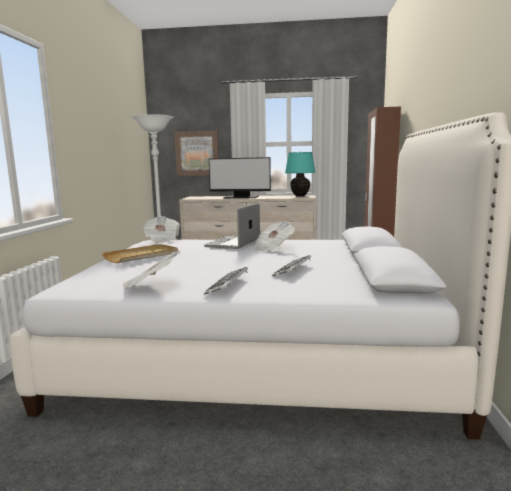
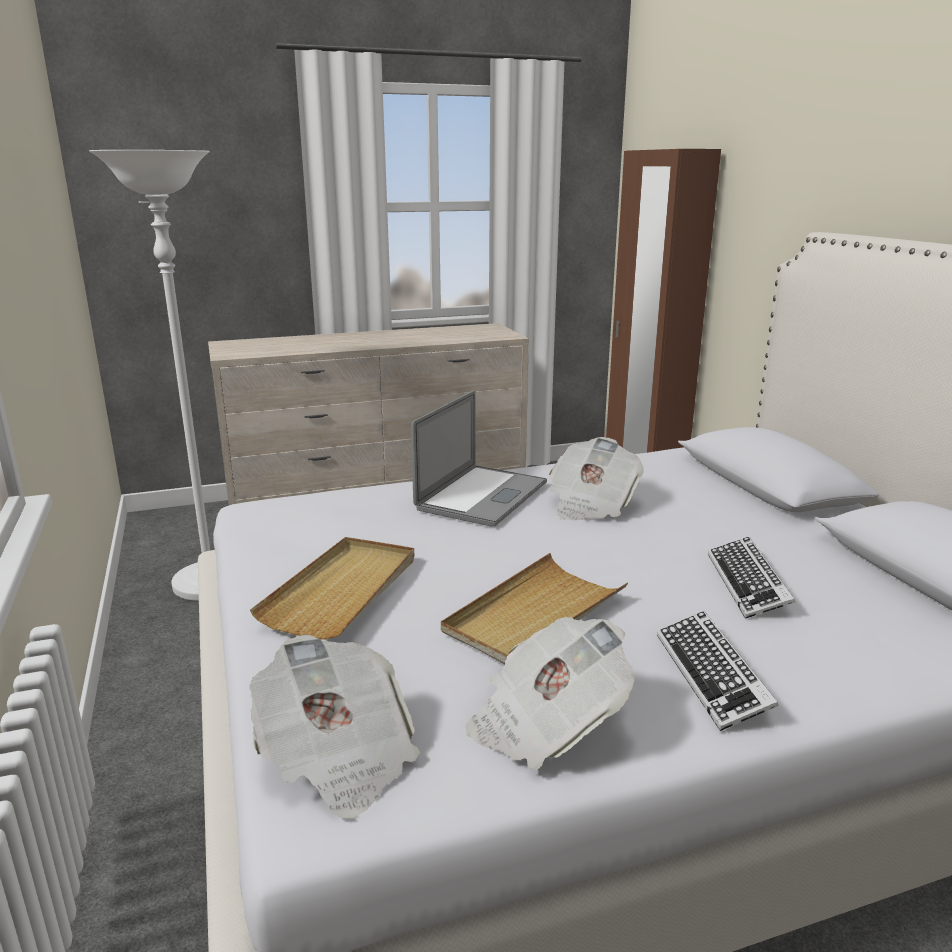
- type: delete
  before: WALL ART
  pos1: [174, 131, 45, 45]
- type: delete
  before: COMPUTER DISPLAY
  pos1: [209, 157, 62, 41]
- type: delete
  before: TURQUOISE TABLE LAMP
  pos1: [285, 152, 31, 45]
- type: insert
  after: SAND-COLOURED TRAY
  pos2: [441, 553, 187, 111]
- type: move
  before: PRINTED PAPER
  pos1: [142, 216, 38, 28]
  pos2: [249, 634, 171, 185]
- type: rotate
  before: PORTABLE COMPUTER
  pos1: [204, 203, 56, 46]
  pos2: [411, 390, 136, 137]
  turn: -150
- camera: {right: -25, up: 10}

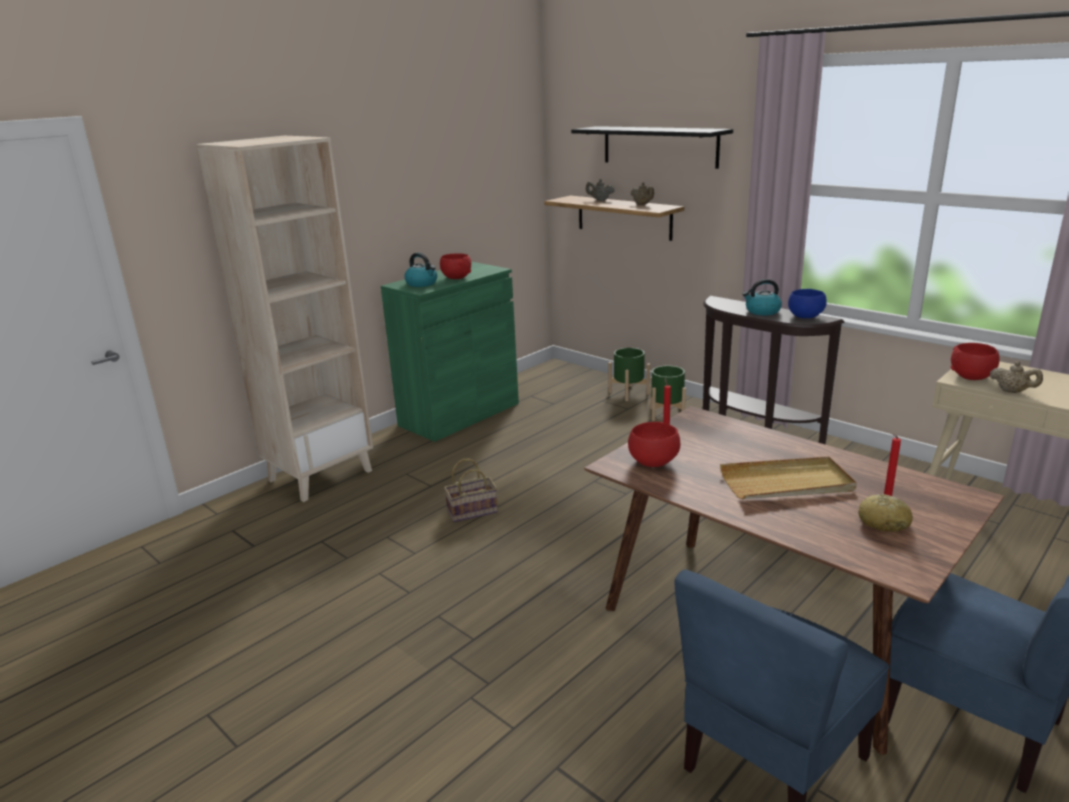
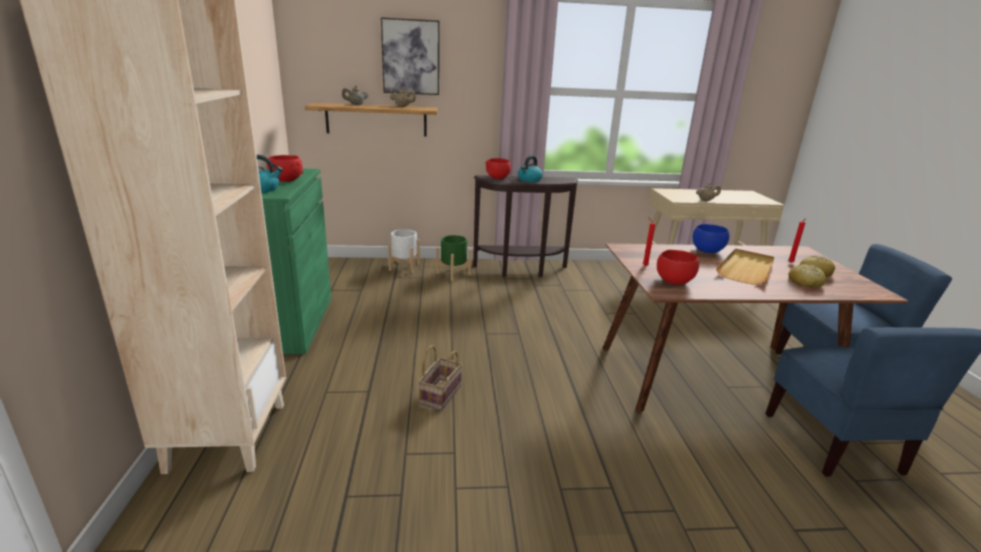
- type: insert
  after: BREAD
  pos2: [788, 264, 38, 24]
- type: move
  before: BLUE-COLOURED BOWL
  pos1: [788, 289, 39, 29]
  pos2: [693, 224, 36, 29]
- type: move
  before: RED BOWL
  pos1: [951, 343, 49, 37]
  pos2: [485, 158, 26, 21]
- type: replace
  before: BLACK WALL SHELF
  after: WALL ART
  pos1: [571, 126, 162, 43]
  pos2: [381, 17, 58, 78]
- type: recolor
  before: GREEN-COLOURED PLANTER
  after: WHITE PLANTER
  pos1: [608, 348, 42, 53]
  pos2: [388, 229, 32, 44]
- camera: {right: -50, up: 0}

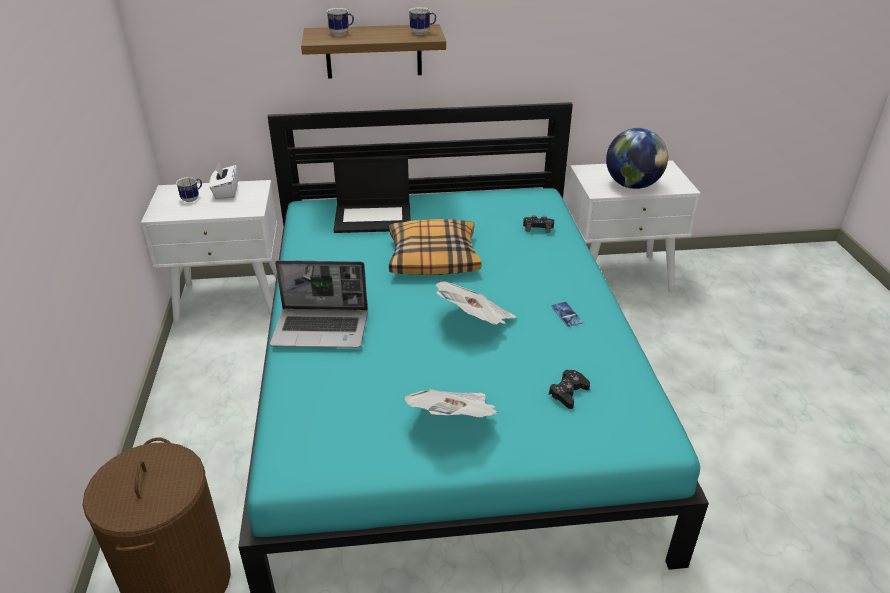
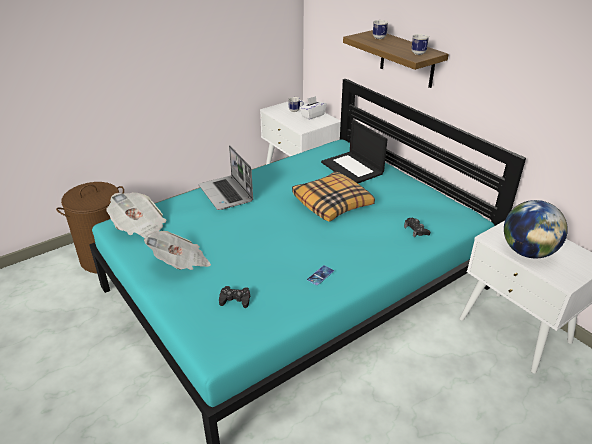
- type: move
  before: PRINTED PAPER
  pos1: [435, 281, 81, 44]
  pos2: [106, 192, 60, 46]
- camera: {right: 60, up: 0}

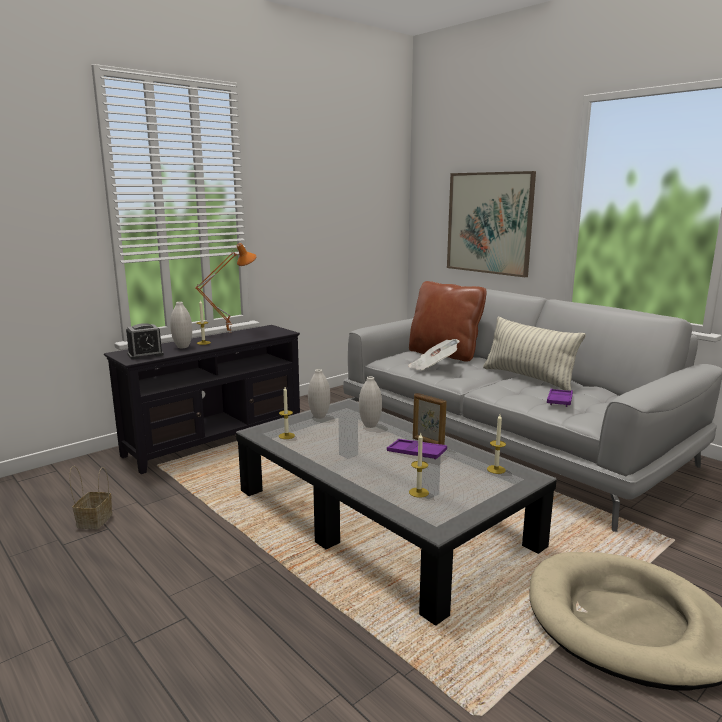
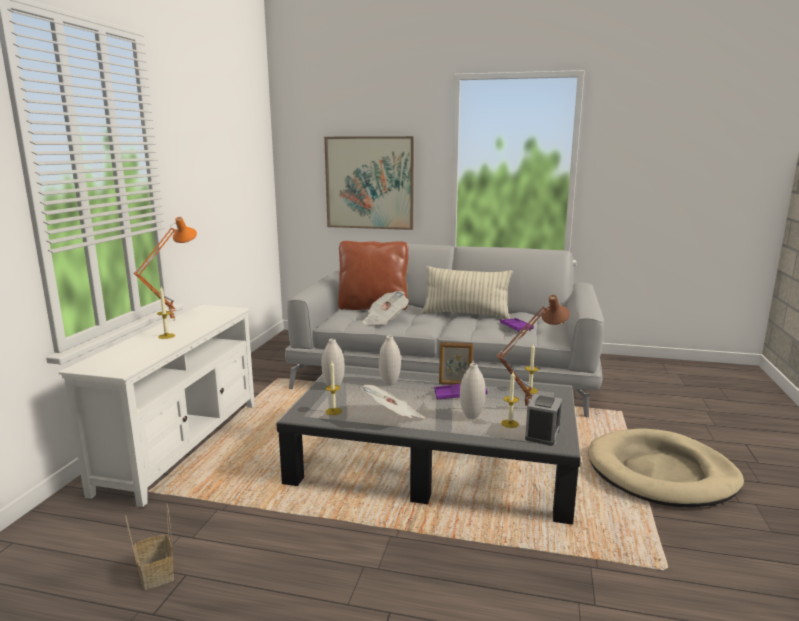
- type: insert
  after: PRINTED PAPER
  pos2: [359, 385, 67, 33]
- type: insert
  after: BROWN-COLOURED TABLE LAMP
  pos2: [496, 295, 74, 114]
- type: move
  before: TABLE CLOCK
  pos1: [126, 323, 38, 37]
  pos2: [525, 394, 37, 51]
- type: move
  before: WHITE FLOWER VASE
  pos1: [170, 302, 22, 46]
  pos2: [460, 363, 26, 56]
- type: recolor
  before: BLACK TV STAND
  after: WHITE TV STAND
  pos1: [104, 325, 196, 149]
  pos2: [59, 305, 196, 202]
- camera: {right: -35, up: 0}

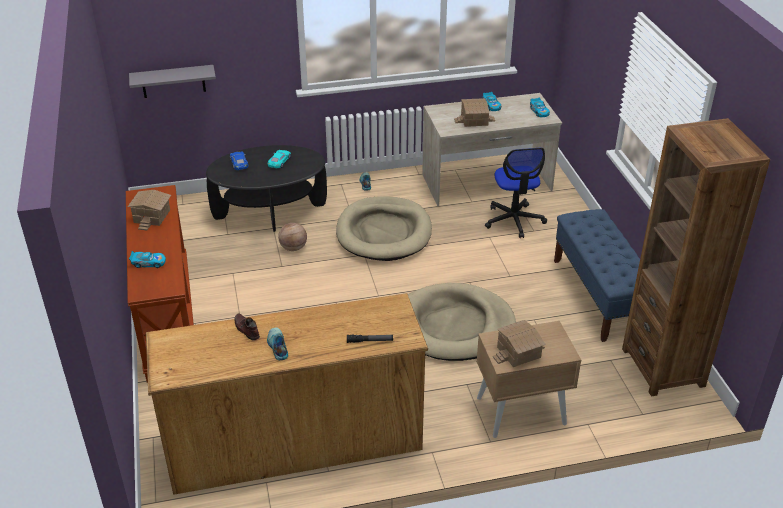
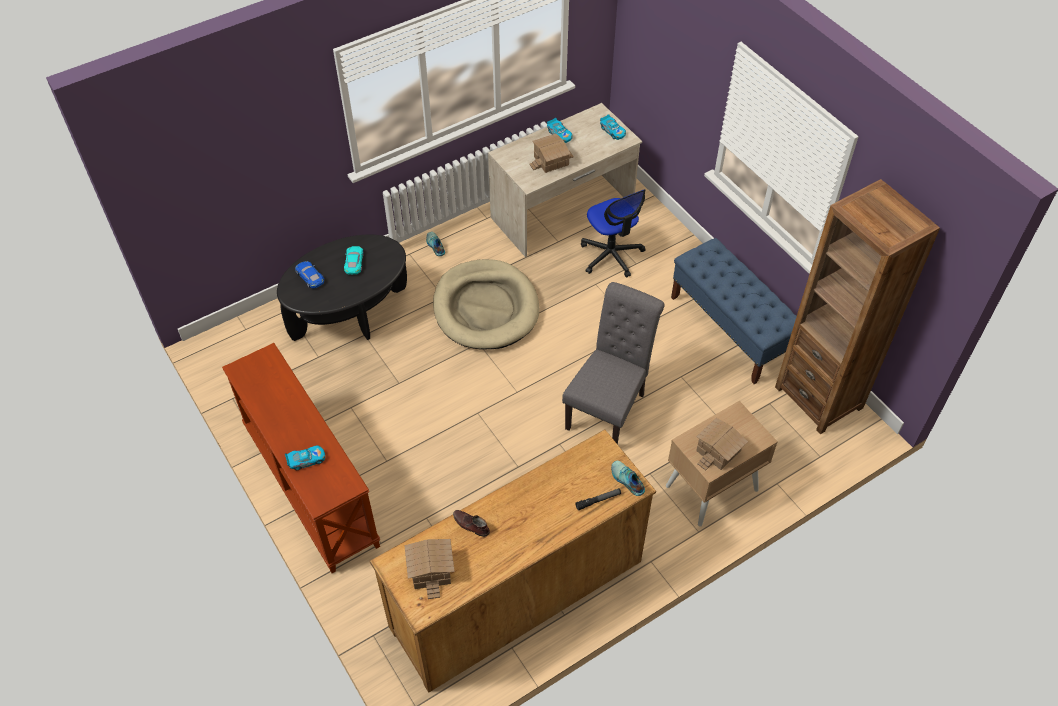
- type: delete
  before: GRAY WALL SHELF
  pos1: [129, 65, 87, 33]
- type: delete
  before: BALL FOR BASKETBALL
  pos1: [278, 223, 29, 28]
- type: move
  before: MODEL HOUSE
  pos1: [127, 190, 44, 40]
  pos2: [405, 539, 50, 60]
- type: move
  before: SHOE
  pos1: [267, 328, 21, 32]
  pos2: [611, 461, 34, 35]
- type: replace
  before: SAND-COLOURED DOG CUSHION
  after: GRAY PLAIN CHAIR
  pos1: [408, 283, 108, 78]
  pos2: [562, 282, 103, 162]
- camera: {right: -20, up: 15}

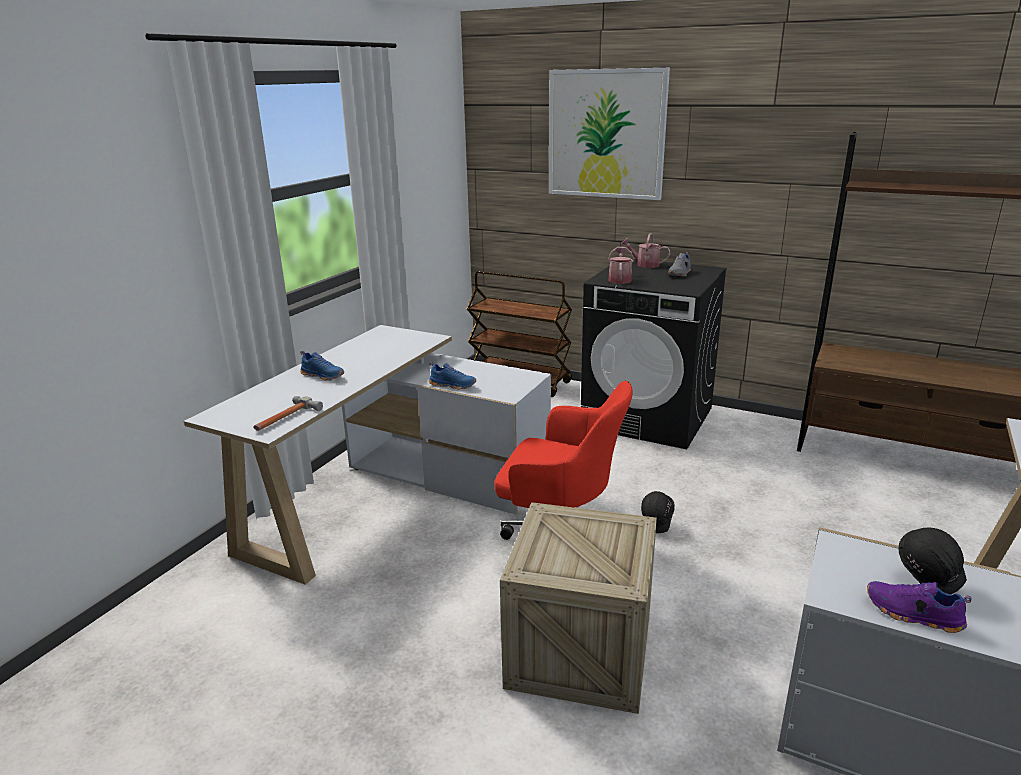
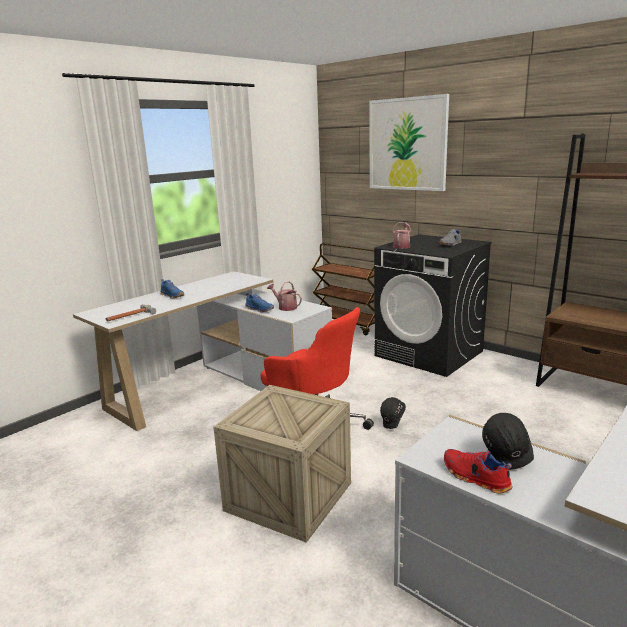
- type: move
  before: WATERING POT
  pos1: [621, 233, 50, 35]
  pos2: [267, 281, 35, 30]
- type: recolor
  before: PURPLISH SHOE
  after: RED SHOE
  pos1: [867, 581, 104, 52]
  pos2: [444, 449, 68, 45]
- camera: {right: 15, up: -5}

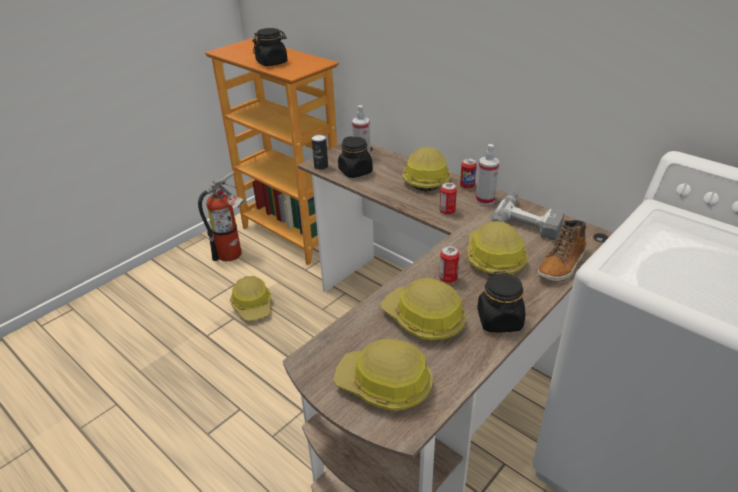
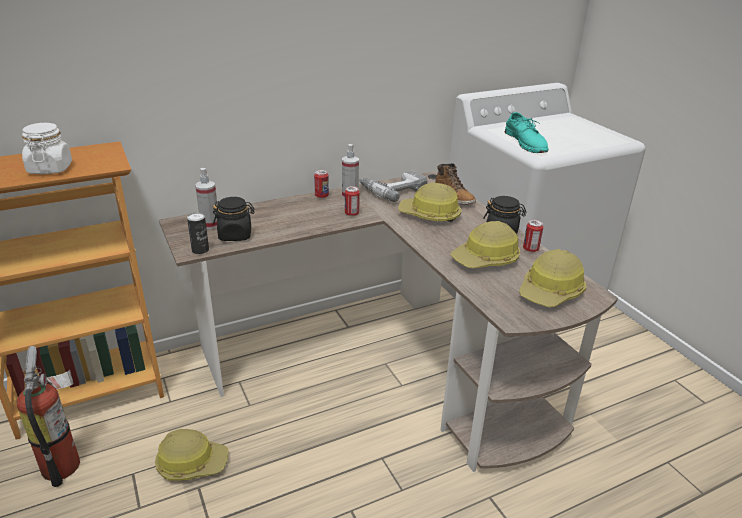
- type: delete
  before: WORK HELMET
  pos1: [402, 147, 48, 45]
- type: insert
  after: TURQUOISE SHOE
  pos2: [505, 112, 44, 41]
- type: move
  before: CAN
  pos1: [439, 246, 20, 37]
  pos2: [523, 220, 20, 32]
- type: recolor
  before: BLACK STORAGE JAR
  after: WHITE STORAGE JAR
  pos1: [253, 28, 34, 38]
  pos2: [22, 123, 50, 51]
- camera: {right: -70, up: -5}

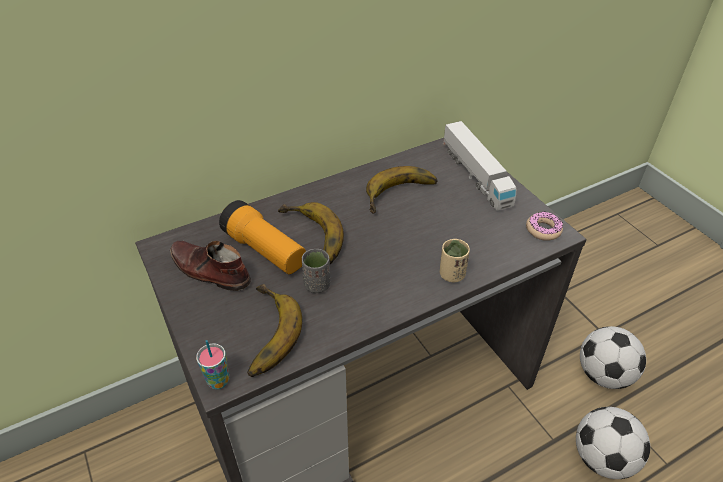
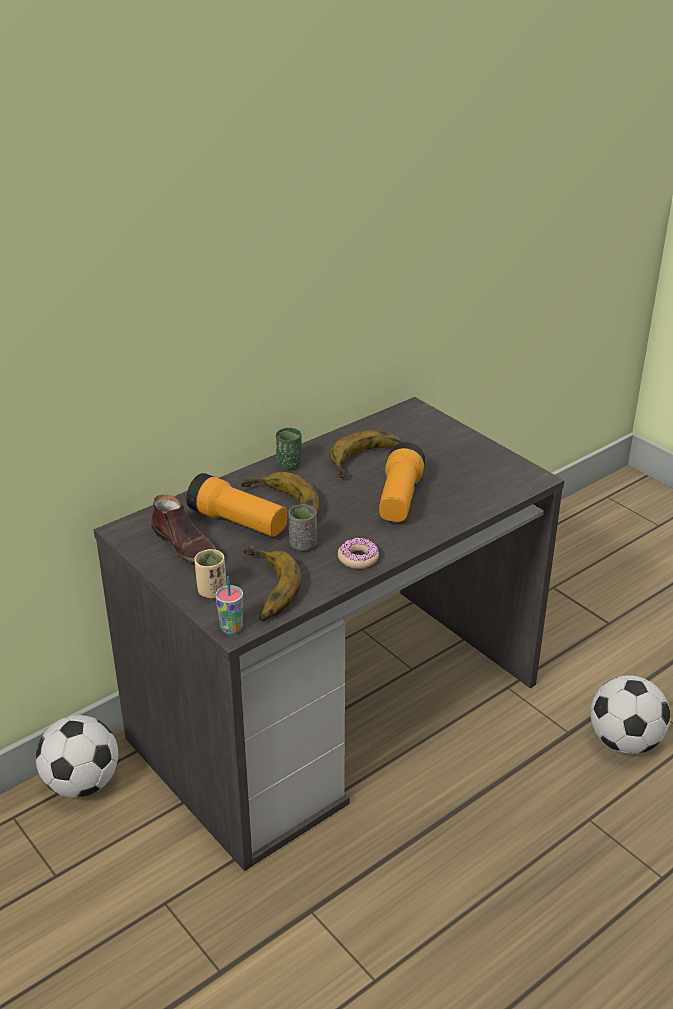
- type: delete
  before: MODEL TRUCK
  pos1: [443, 121, 73, 90]
- type: insert
  after: GREEN-COLOURED SMALL CUP
  pos2: [276, 428, 26, 42]
- type: insert
  after: FLASHLIGHT
  pos2: [379, 442, 46, 80]
- type: move
  before: SAND-COLOURED SMALL CUP
  pos1: [440, 239, 30, 43]
  pos2: [194, 549, 33, 49]
- type: move
  before: DONUT
  pos1: [526, 211, 37, 30]
  pos2: [338, 537, 41, 32]
- type: move
  before: FOOTBALL BALL
  pos1: [580, 326, 66, 63]
  pos2: [36, 715, 82, 83]
- type: rotate
  before: BROWN-COLOURED SHOE
  pos1: [170, 241, 81, 50]
  pos2: [151, 494, 65, 69]
  turn: -150
- camera: {right: -10, up: -10}

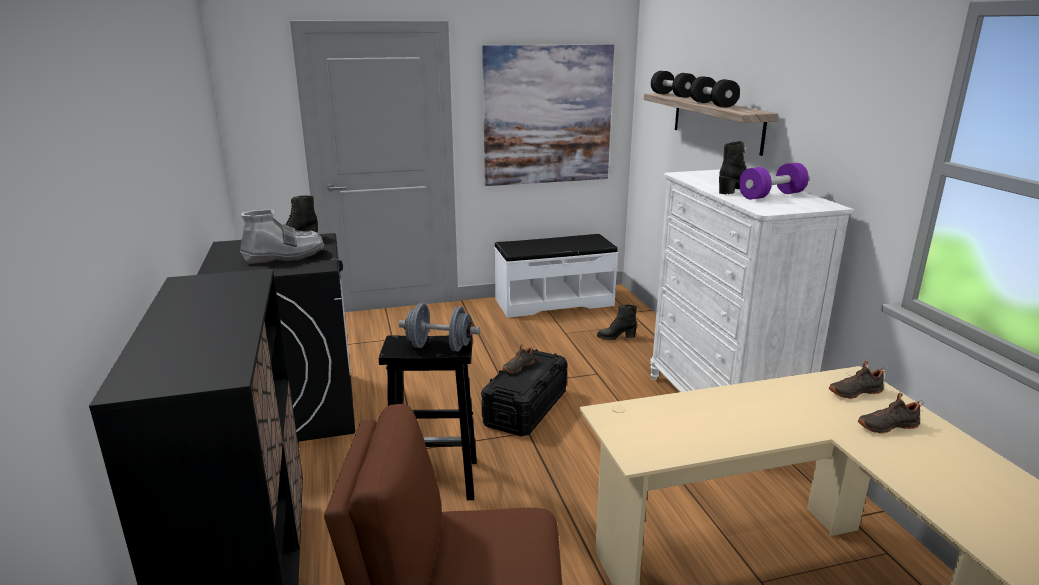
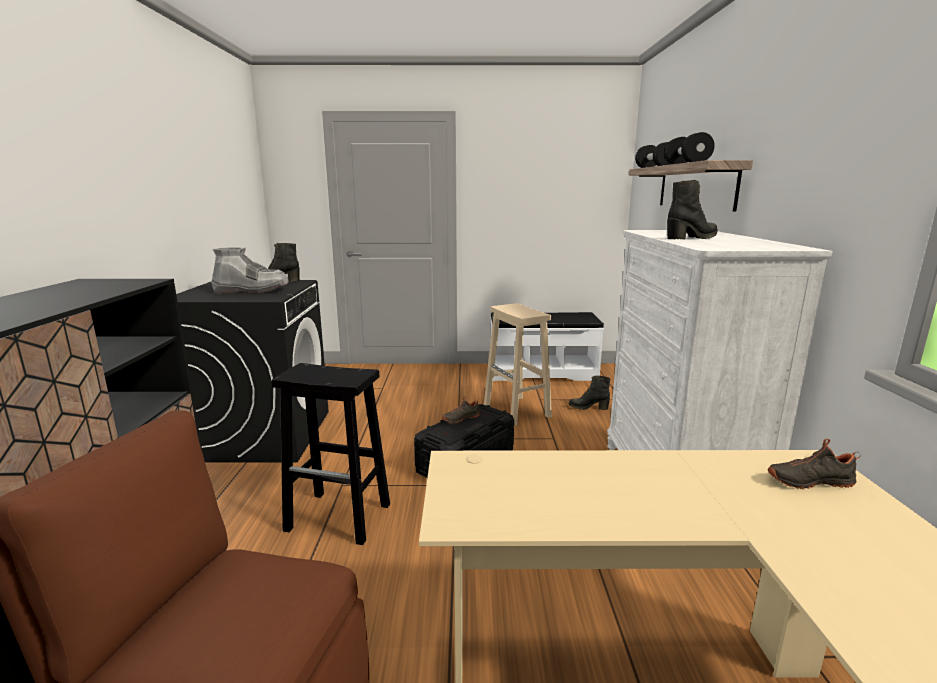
- type: delete
  before: GRAY HAND WEIGHT
  pos1: [399, 303, 81, 48]
- type: delete
  before: WALL ART
  pos1: [482, 44, 132, 142]
- type: delete
  before: PURPLISH HAND WEIGHT
  pos1: [739, 163, 70, 37]
- type: delete
  before: BLACK SHOE
  pos1: [858, 393, 65, 41]
- type: insert
  after: SAND-COLOURED STOOL
  pos2: [484, 303, 68, 123]
- camera: {right: 15, up: -5}

